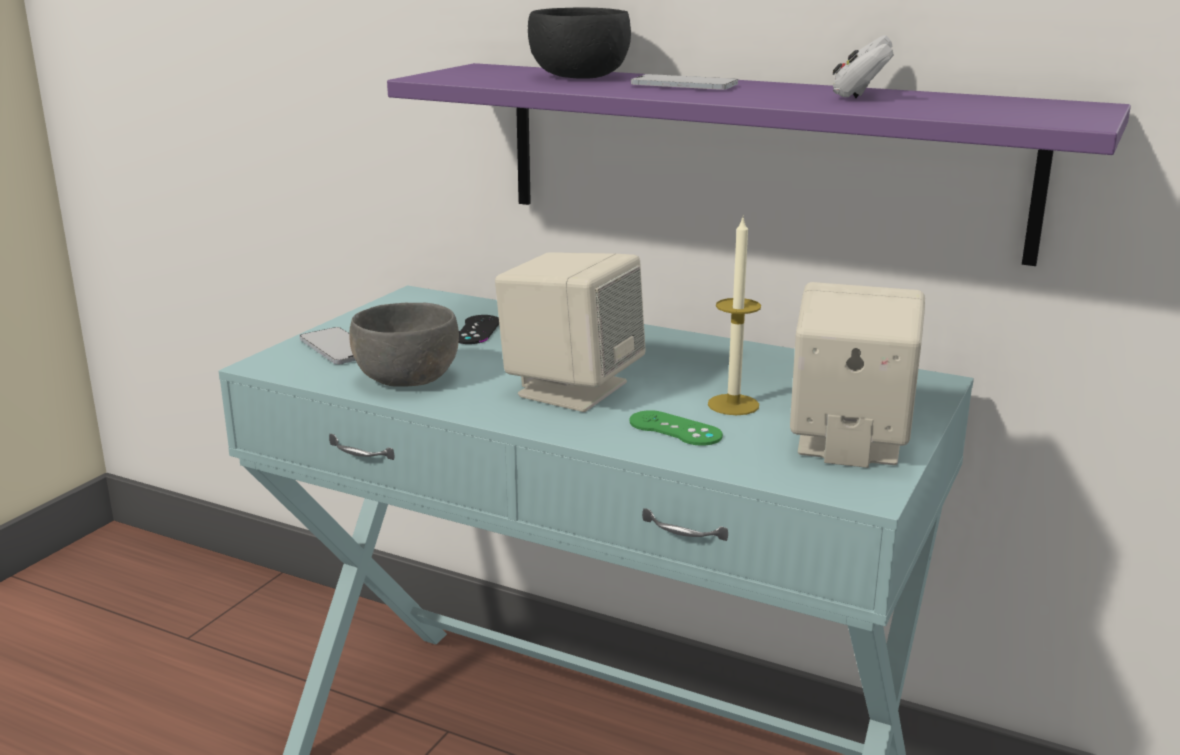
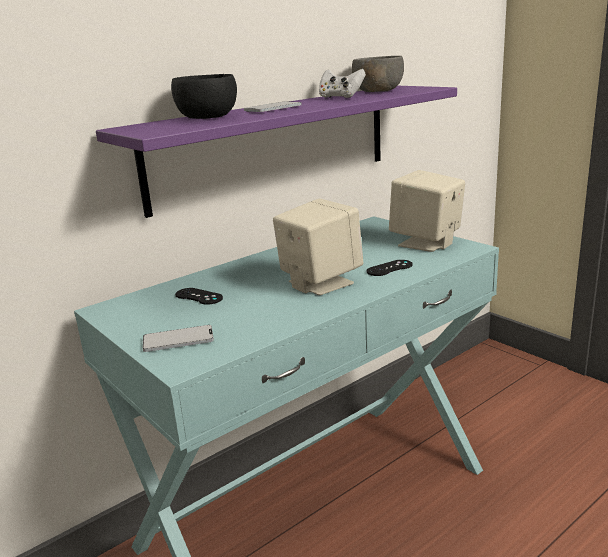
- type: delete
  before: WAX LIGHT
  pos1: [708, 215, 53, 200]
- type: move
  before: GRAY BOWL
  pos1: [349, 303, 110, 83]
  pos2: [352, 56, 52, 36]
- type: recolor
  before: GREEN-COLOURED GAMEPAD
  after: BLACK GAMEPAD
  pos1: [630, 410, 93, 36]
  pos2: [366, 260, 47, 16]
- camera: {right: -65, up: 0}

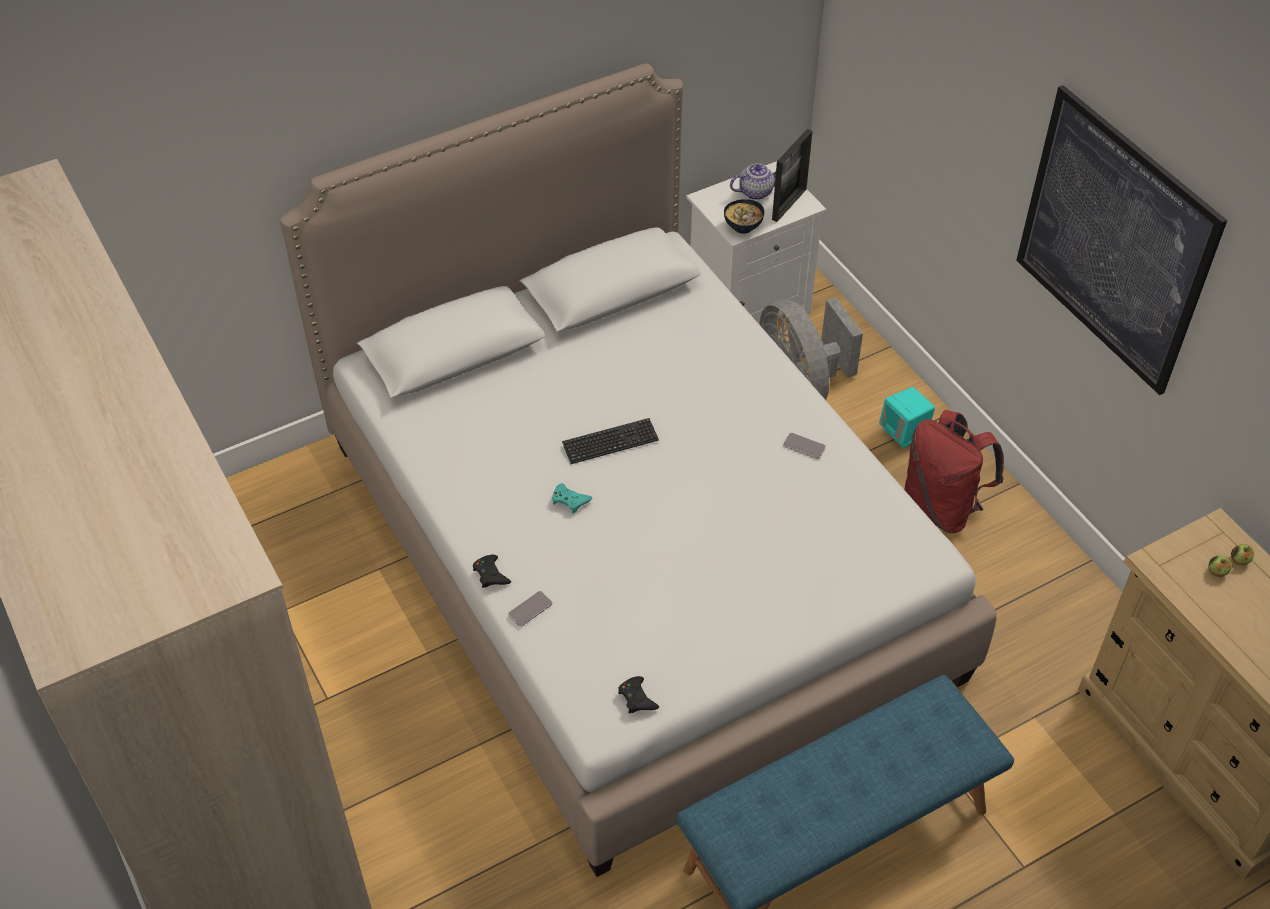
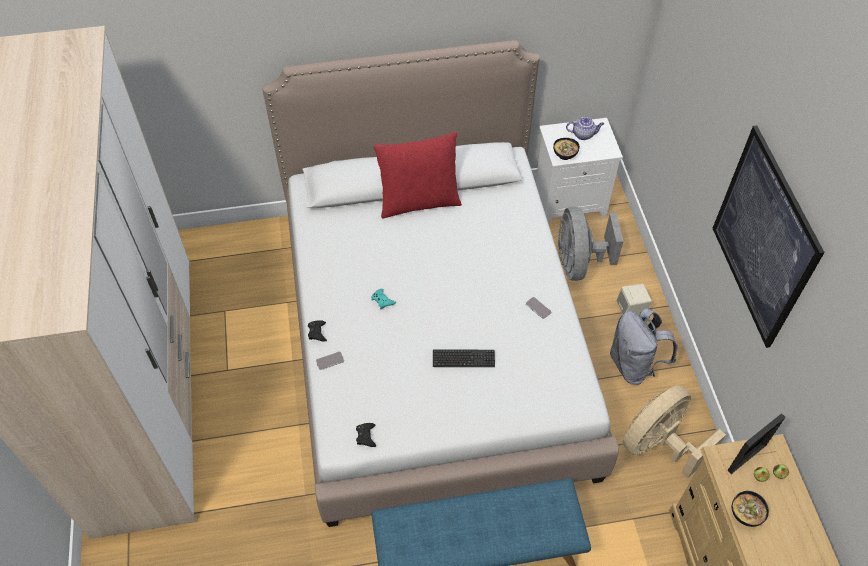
- type: insert
  after: RED THROW PILLOW
  pos2: [374, 132, 88, 86]
- type: insert
  after: SAND-COLOURED FAN
  pos2: [623, 385, 103, 94]
- type: insert
  after: BOWL
  pos2: [732, 491, 37, 36]
- type: move
  before: PC KEYBOARD
  pos1: [562, 418, 97, 46]
  pos2: [433, 349, 62, 18]
- type: move
  before: STANDING FRAME
  pos1: [772, 129, 40, 93]
  pos2: [727, 413, 59, 61]
- type: recolor
  before: TURQUOISE AUDIO SPEAKER
  after: SAND-COLOURED AUDIO SPEAKER
  pos1: [879, 387, 56, 61]
  pos2: [616, 284, 36, 31]
- type: recolor
  before: RED RUCKSACK
  after: GRAY RUCKSACK
  pos1: [904, 410, 100, 123]
  pos2: [610, 308, 67, 77]
- camera: {right: 20, up: 5}

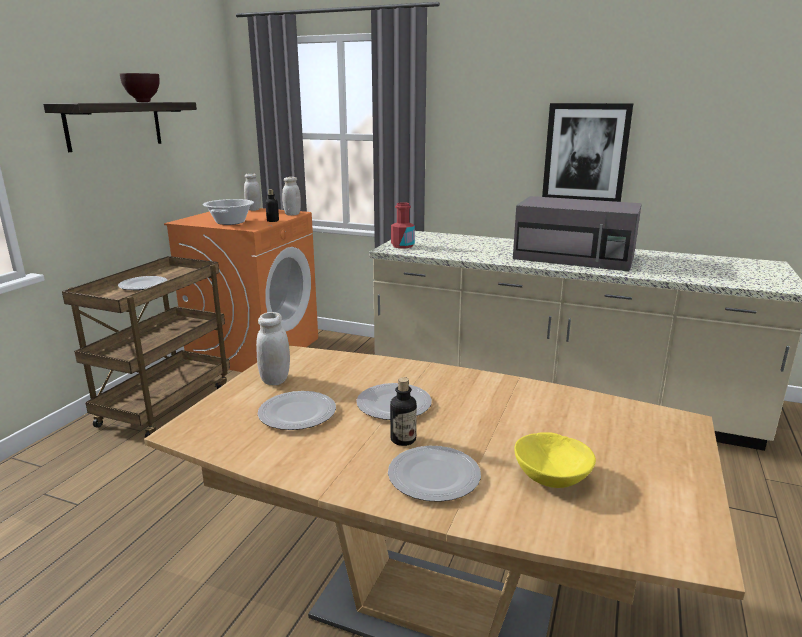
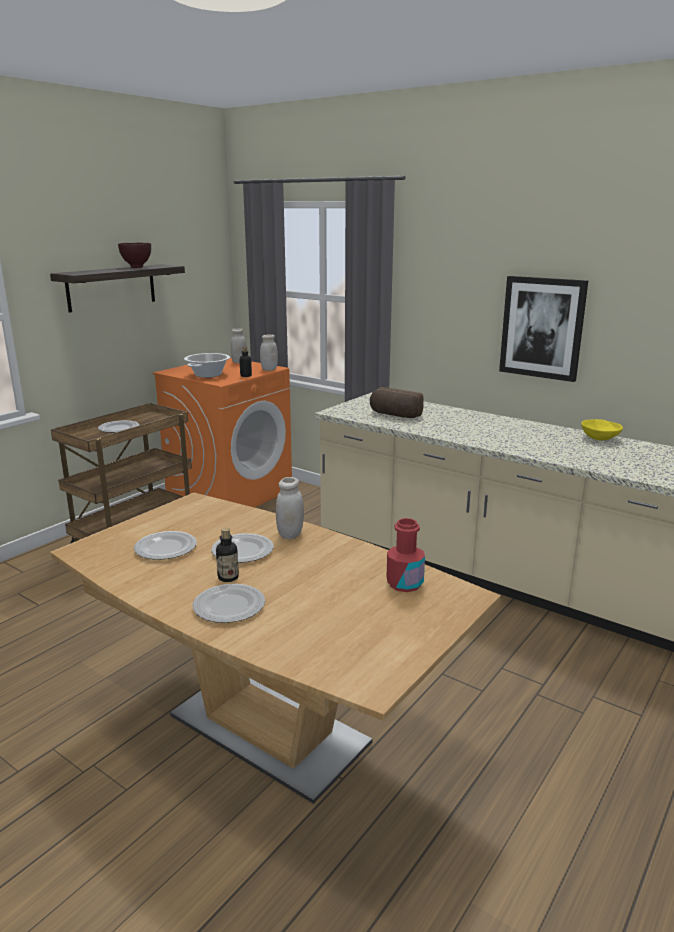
- type: delete
  before: GRAY KITCHEN MICROWAVE
  pos1: [513, 196, 129, 75]
- type: insert
  after: BREAD
  pos2: [370, 387, 54, 31]
- type: move
  before: WHITE STORAGE JAR
  pos1: [256, 312, 34, 73]
  pos2: [276, 477, 28, 62]
- type: move
  before: RED BEVERAGE BOTTLE
  pos1: [391, 202, 24, 46]
  pos2: [387, 518, 38, 74]
- type: move
  before: YELLOWISH BOWL
  pos1: [514, 432, 82, 56]
  pos2: [581, 419, 42, 21]
- camera: {right: 15, up: 0}

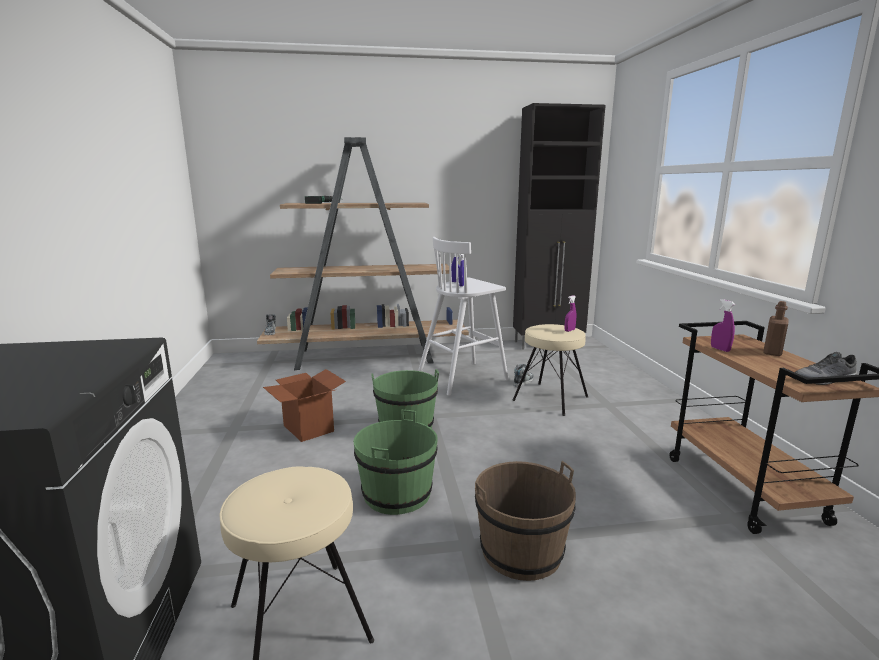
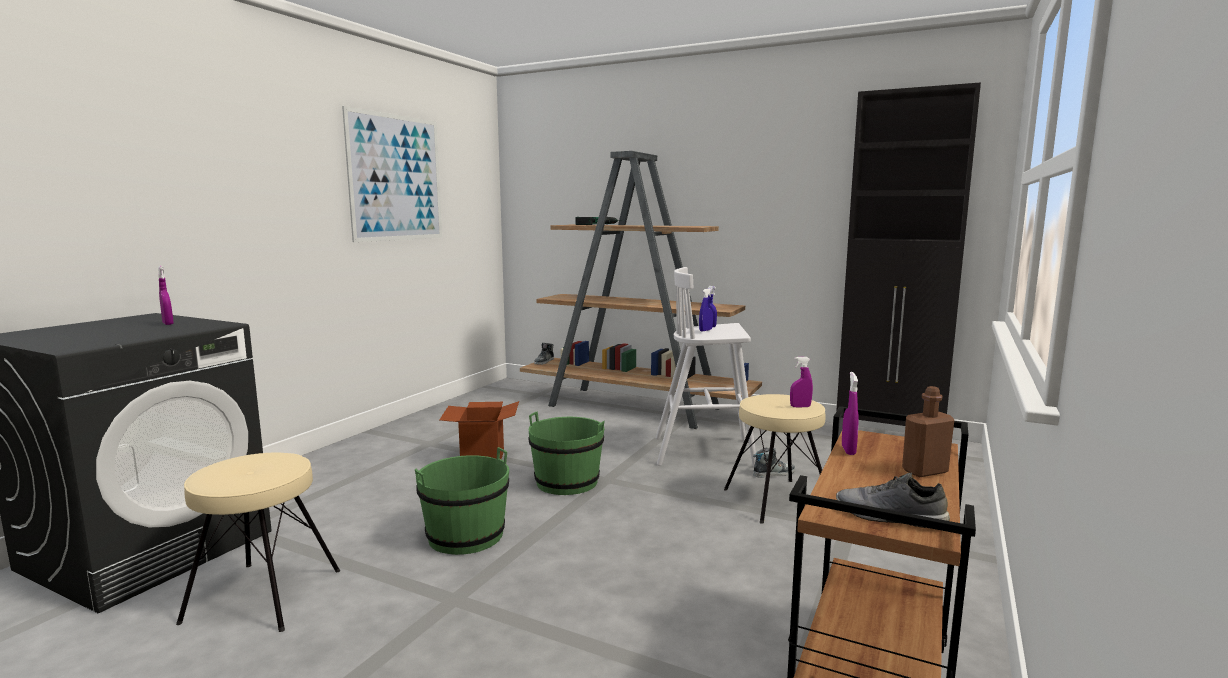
- type: delete
  before: BROWN-COLOURED BUCKET
  pos1: [475, 461, 101, 120]
- type: insert
  after: PURPLISH HAND SPRAYER
  pos2: [158, 266, 16, 59]
- type: insert
  after: WALL ART
  pos2: [342, 106, 100, 136]
- camera: {right: 35, up: -5}

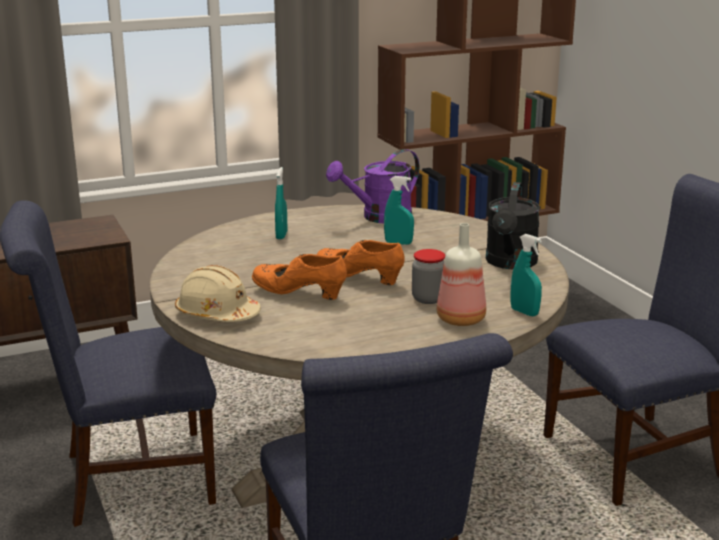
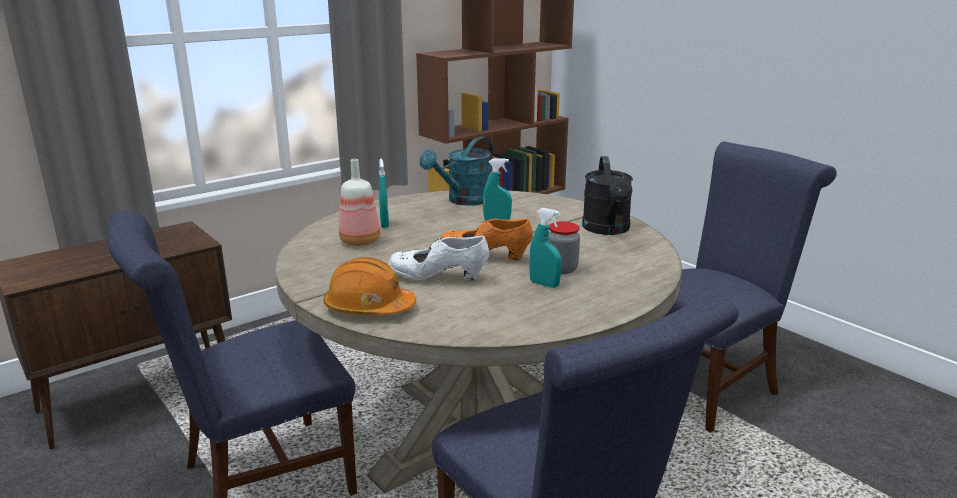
- type: move
  before: BEVERAGE BOTTLE
  pos1: [437, 223, 49, 103]
  pos2: [339, 159, 41, 87]
- type: move
  before: TURQUOISE HAND SPRAYER
  pos1: [511, 234, 31, 82]
  pos2: [529, 208, 33, 80]
- type: recolor
  before: SAND-COLOURED WORK HELMET
  after: ORANGE-COLOURED WORK HELMET
  pos1: [175, 265, 86, 57]
  pos2: [323, 257, 93, 58]
- type: recolor
  before: ORANGE-COLOURED SHOE
  after: WHITE SHOE
  pos1: [252, 254, 95, 46]
  pos2: [388, 235, 101, 45]
- type: recolor
  before: PURPLISH WATERING POT
  after: TURQUOISE WATERING POT
  pos1: [326, 149, 93, 74]
  pos2: [420, 137, 74, 69]
- camera: {right: -15, up: 0}

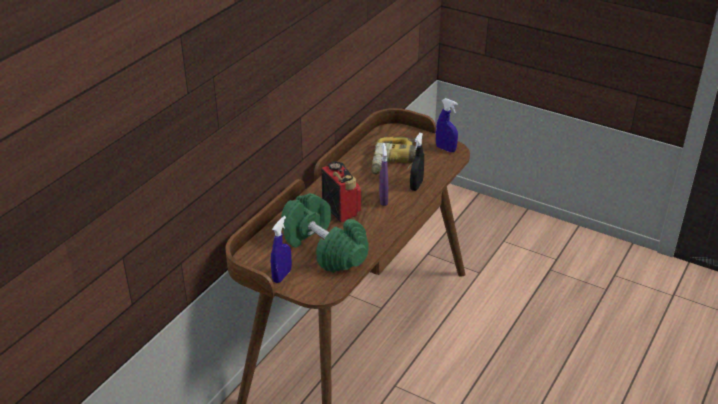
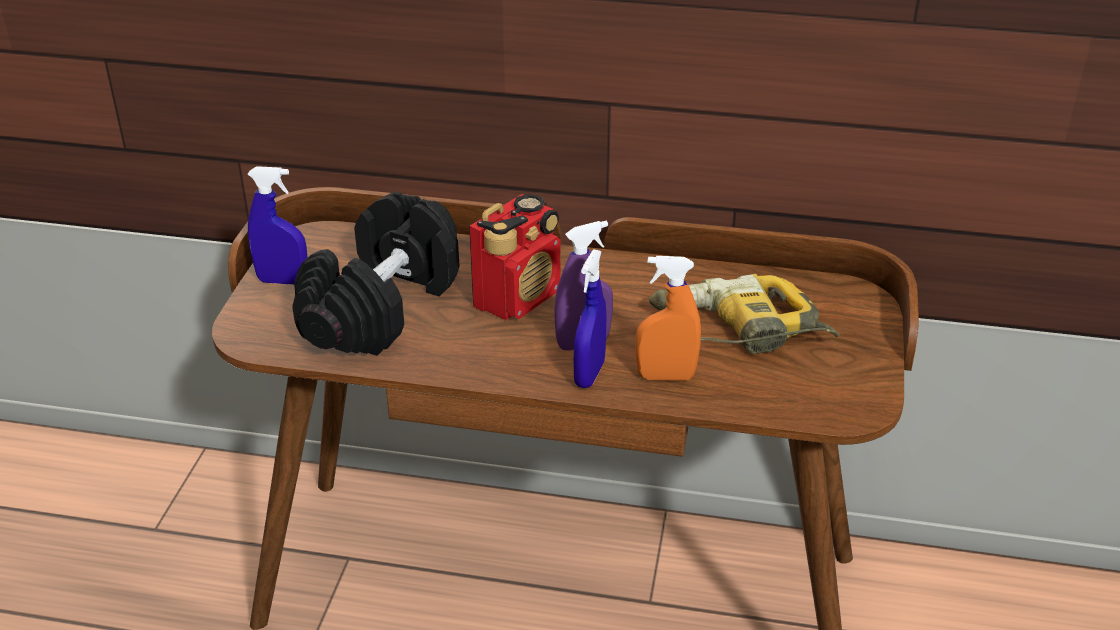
- type: move
  before: BLUE-COLOURED HAND SPRAYER
  pos1: [436, 98, 22, 54]
  pos2: [574, 249, 32, 139]
- type: recolor
  before: GREEN-COLOURED HAND WEIGHT
  after: BLACK HAND WEIGHT
  pos1: [281, 193, 88, 80]
  pos2: [292, 192, 167, 164]
- type: recolor
  before: BLACK HAND SPRAYER
  after: ORANGE-COLOURED HAND SPRAYER
  pos1: [410, 133, 14, 58]
  pos2: [635, 256, 66, 125]
- camera: {right: 70, up: 0}

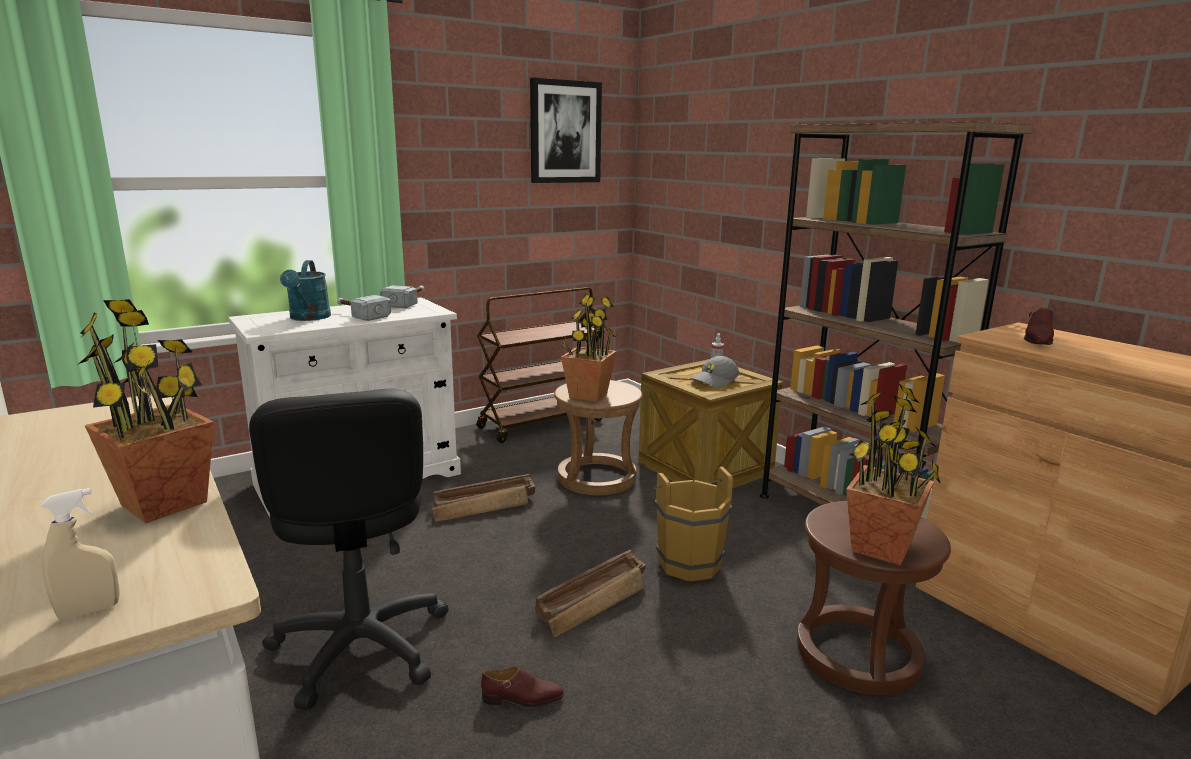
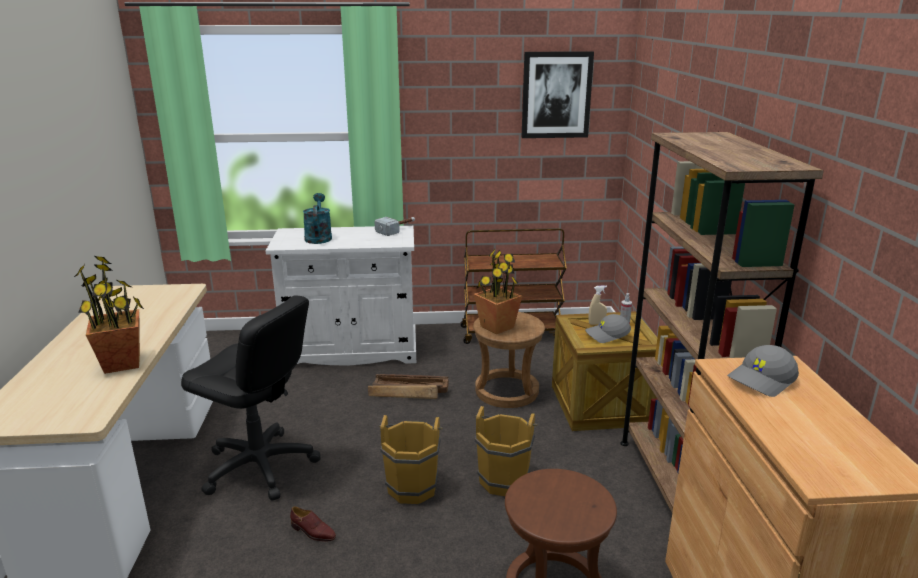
- type: delete
  before: HAND HAMMER
  pos1: [337, 295, 54, 26]
- type: delete
  before: PLANT IN A POT
  pos1: [846, 384, 95, 181]
- type: move
  before: SAND-COLOURED HAND SPRAYER
  pos1: [41, 488, 79, 133]
  pos2: [589, 285, 18, 40]
- type: replace
  before: PACKING CRATE
  after: BROWN-COLOURED BUCKET
  pos1: [535, 550, 111, 87]
  pos2: [379, 415, 64, 89]
- type: replace
  before: BROWN-COLOURED SHOE
  after: GRAY CAP
  pos1: [1024, 307, 30, 38]
  pos2: [727, 345, 72, 52]
- type: rotate
  before: BLACK DESK CHAIR
  pos1: [249, 389, 200, 321]
  pos2: [181, 295, 139, 206]
  turn: -75
- type: rotate
  before: TURQUOISE WATERING POT
  pos1: [280, 260, 51, 61]
  pos2: [303, 193, 29, 51]
  turn: 150
- camera: {right: 30, up: 5}

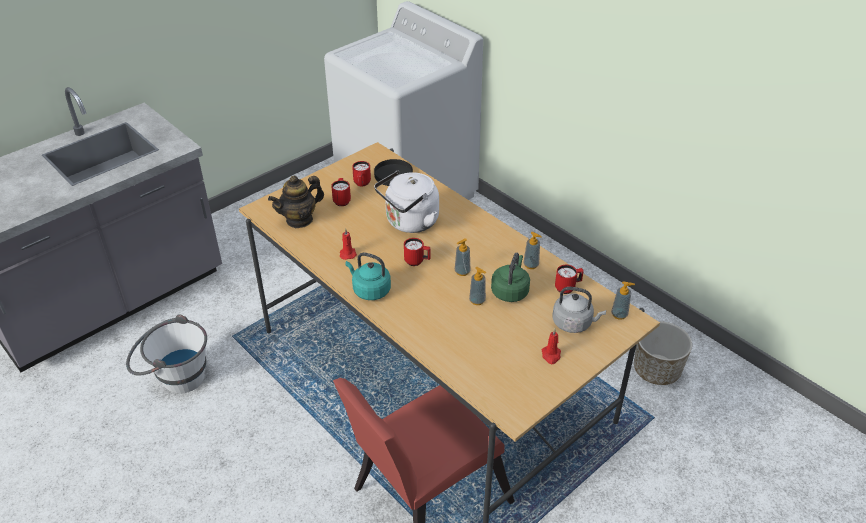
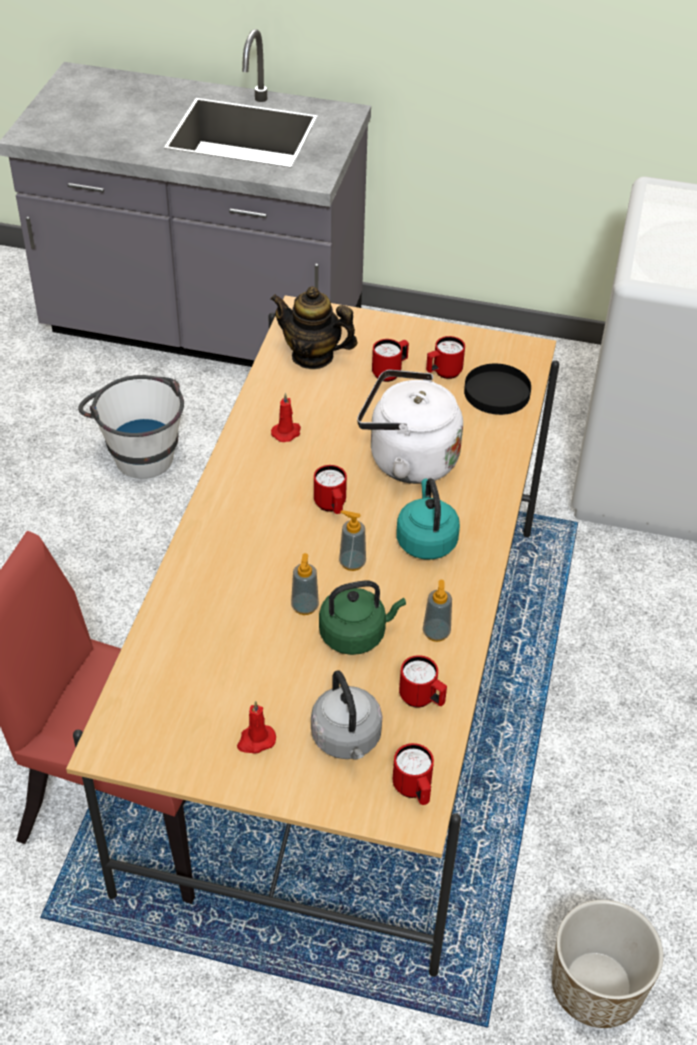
- type: move
  before: TURQUOISE WATER KETTLE
  pos1: [345, 253, 46, 47]
  pos2: [397, 478, 63, 82]
- type: replace
  before: SOAP DISPENSER
  after: RED TEA MUG
  pos1: [611, 281, 24, 39]
  pos2: [392, 743, 42, 62]
- camera: {right: 55, up: 5}

